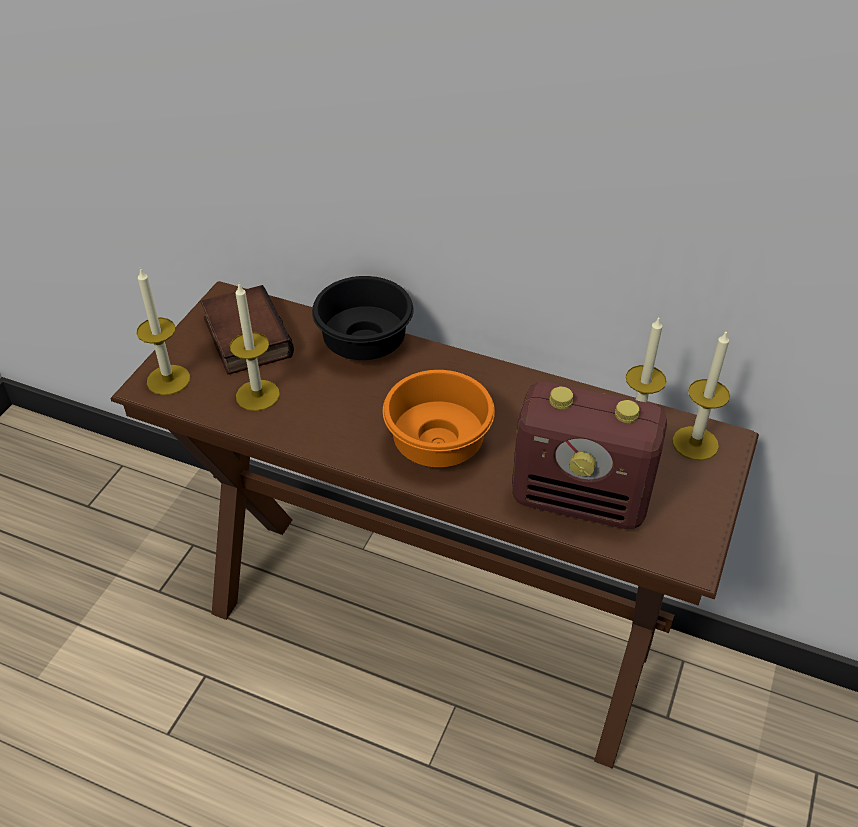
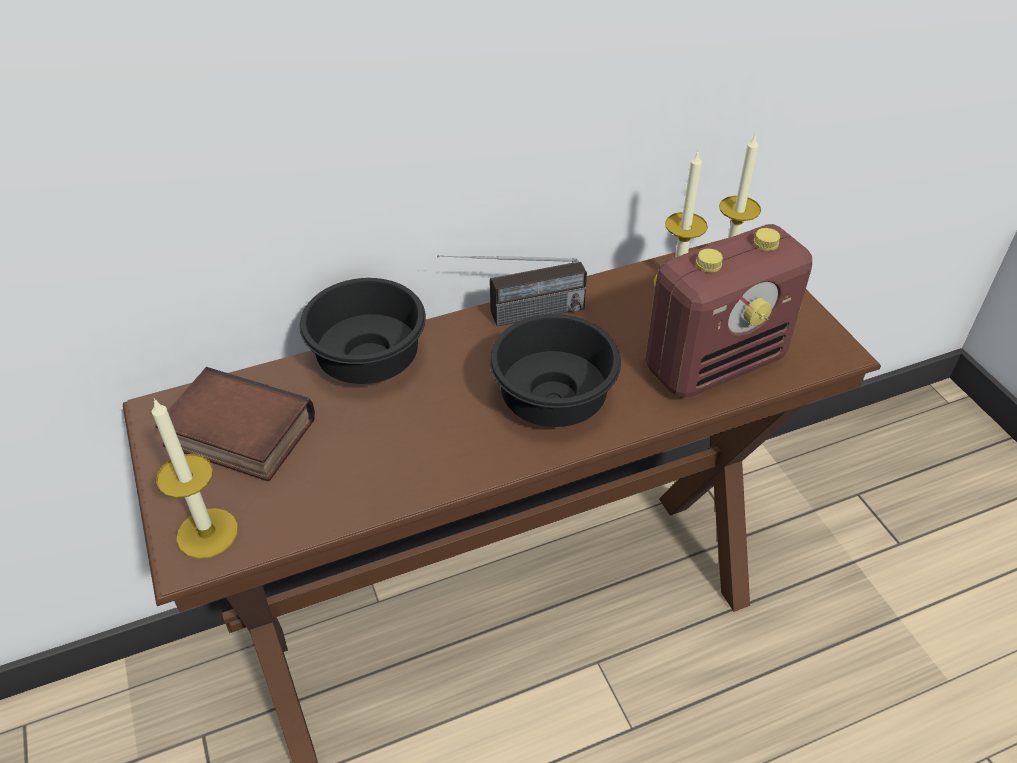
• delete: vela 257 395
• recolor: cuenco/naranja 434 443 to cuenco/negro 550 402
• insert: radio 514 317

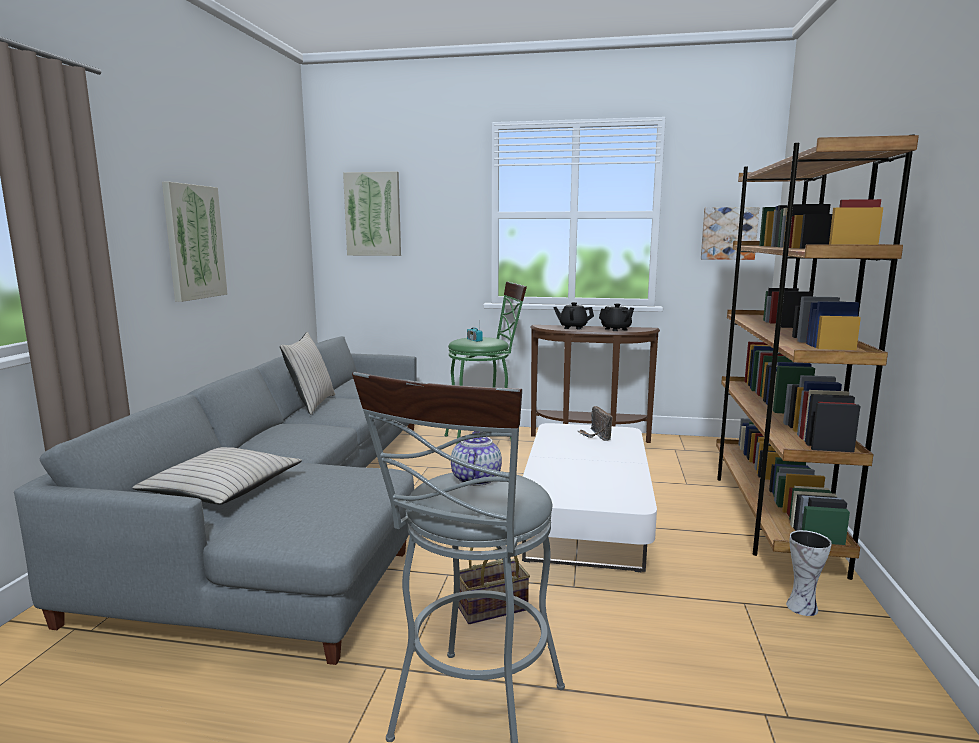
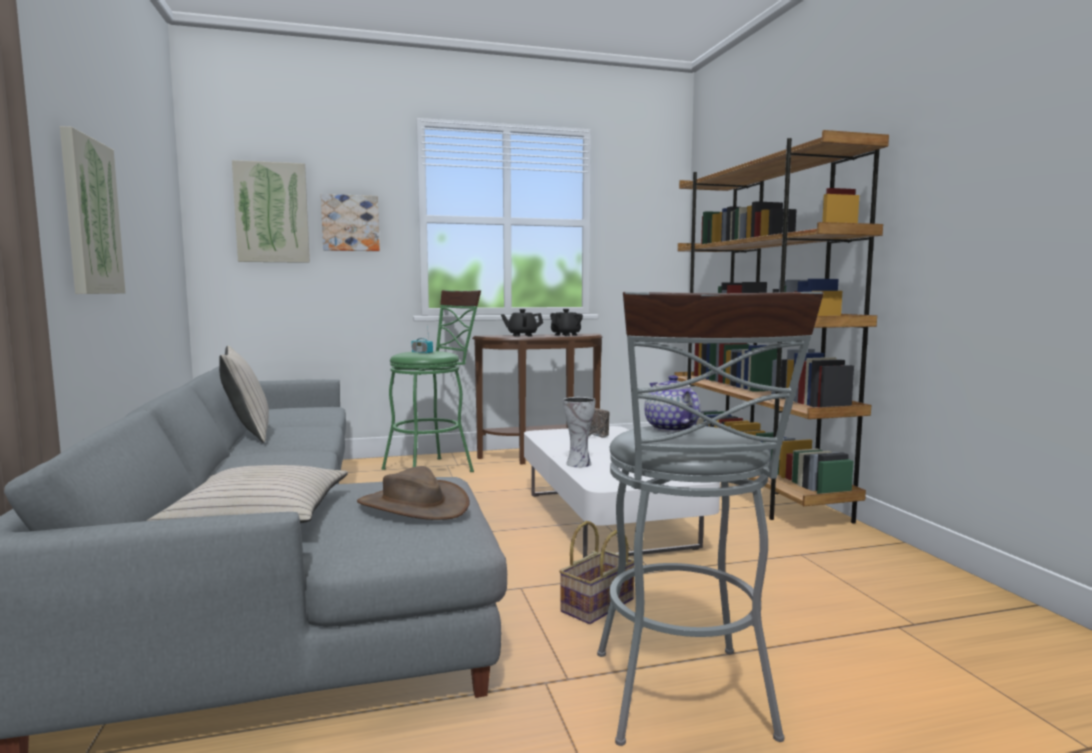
• move: cuadro 728 233 to 350 223
• move: florero 802 606 to 578 463
• insert: sombrero/marrón 413 506

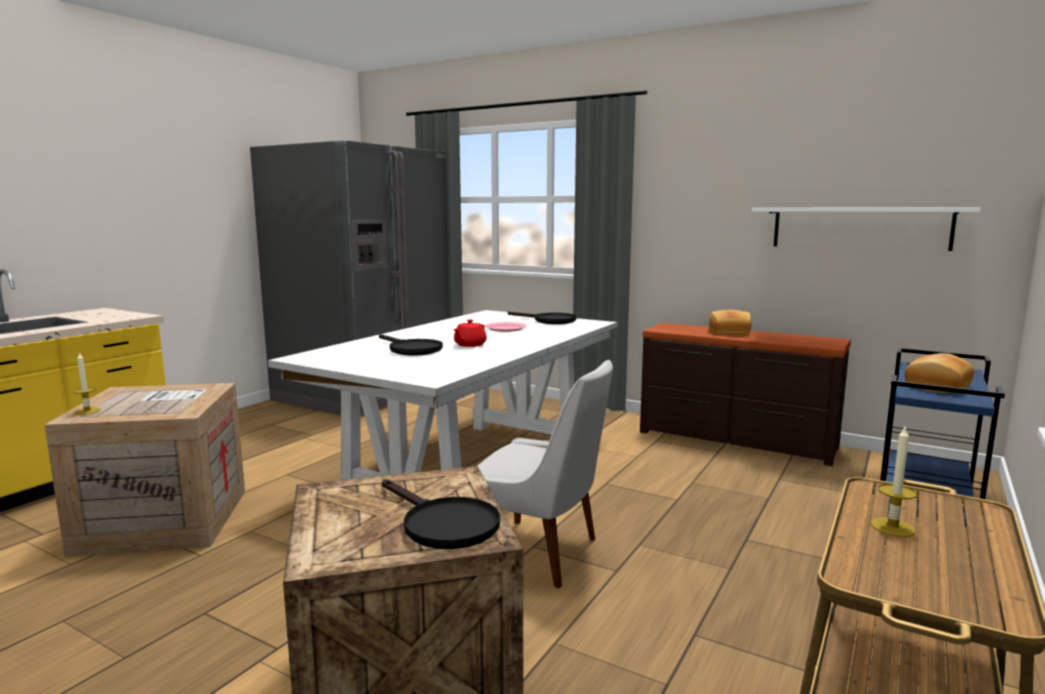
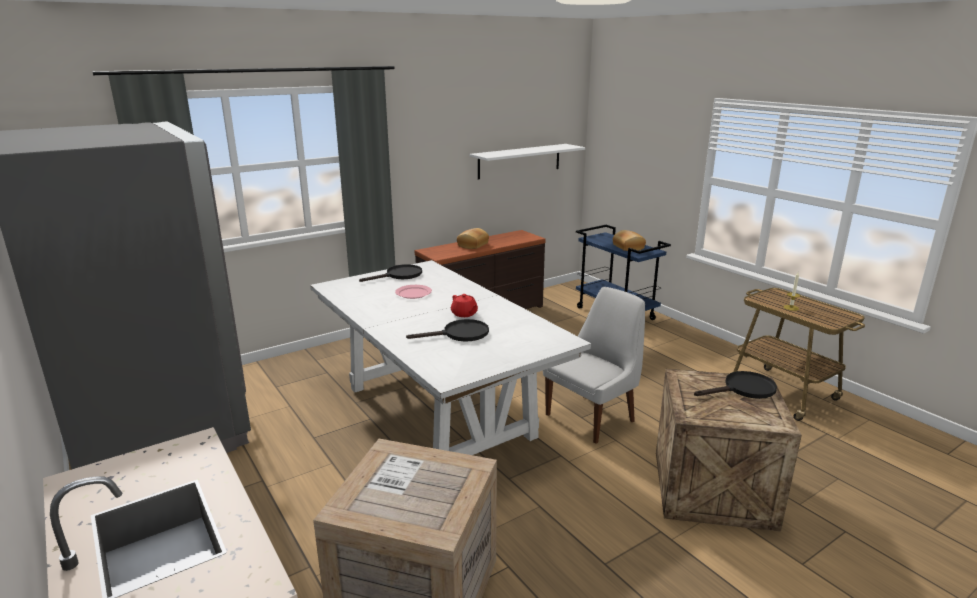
• delete: vela 87 411

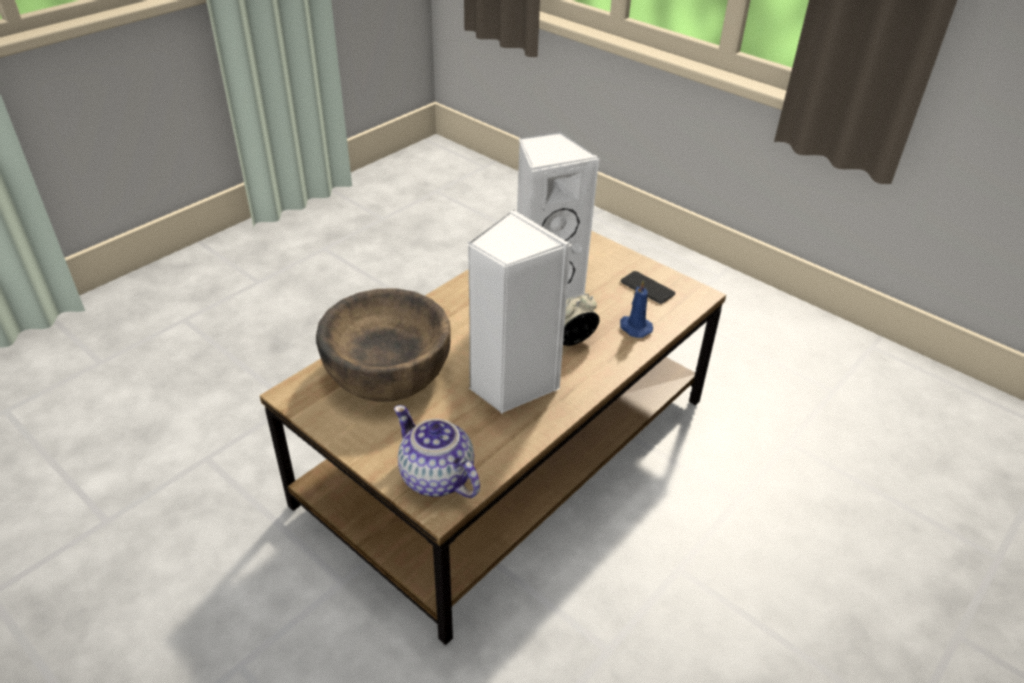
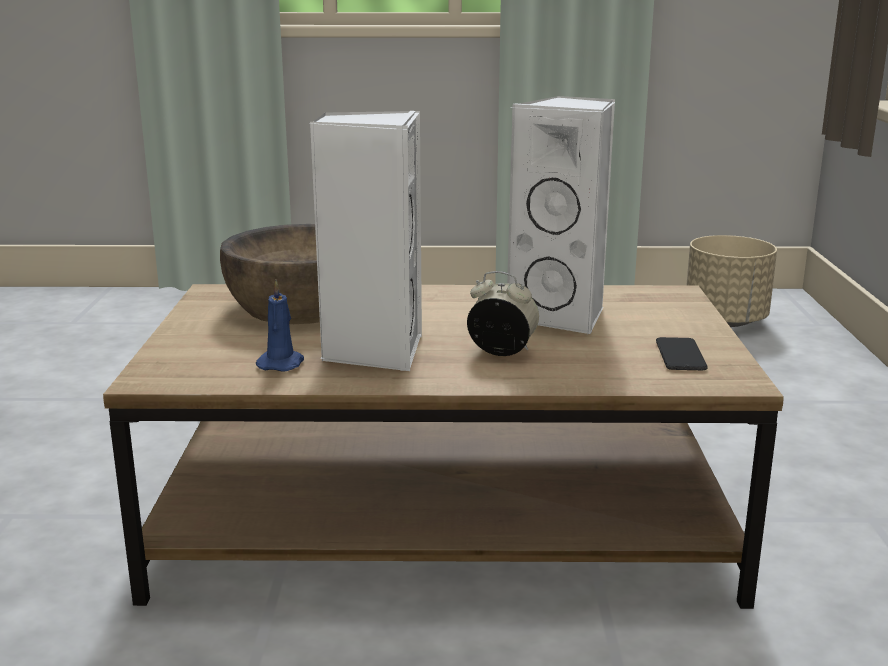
• delete: tetera 435 478
• move: vela/azul 634 327 to 281 363
• insert: maceta/beis 726 321

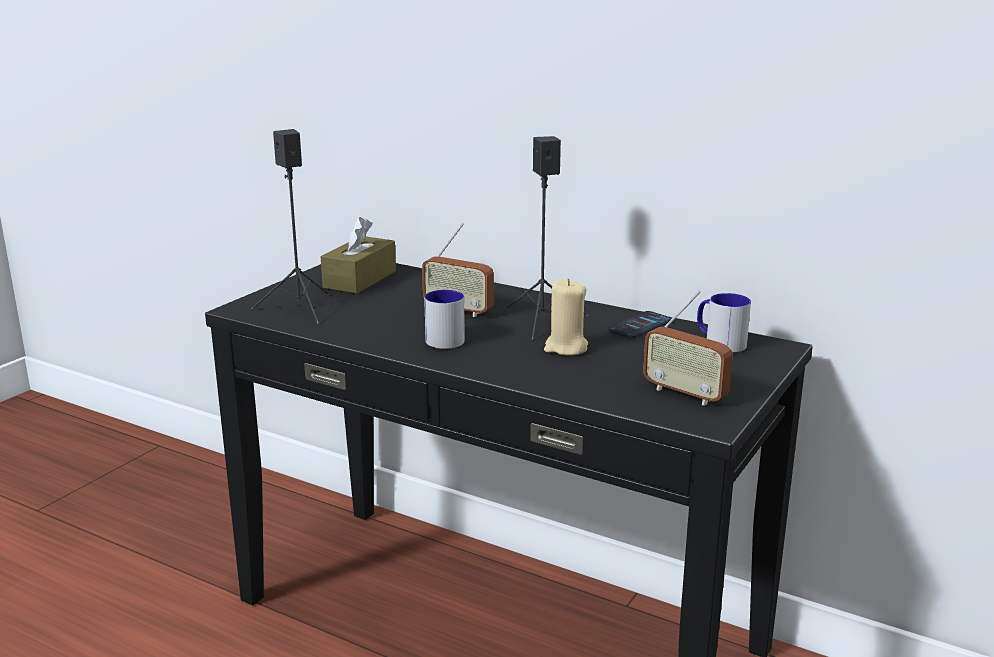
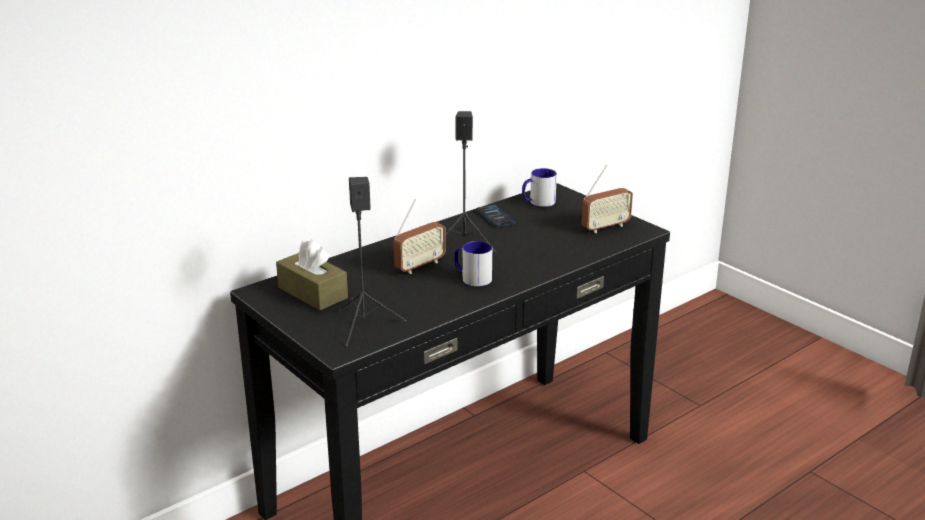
• delete: vela/beis 566 348

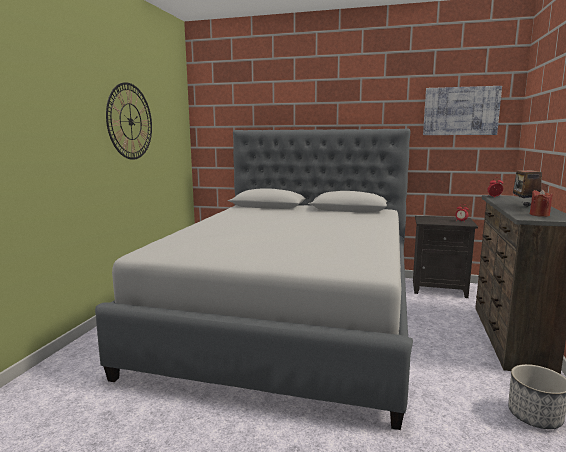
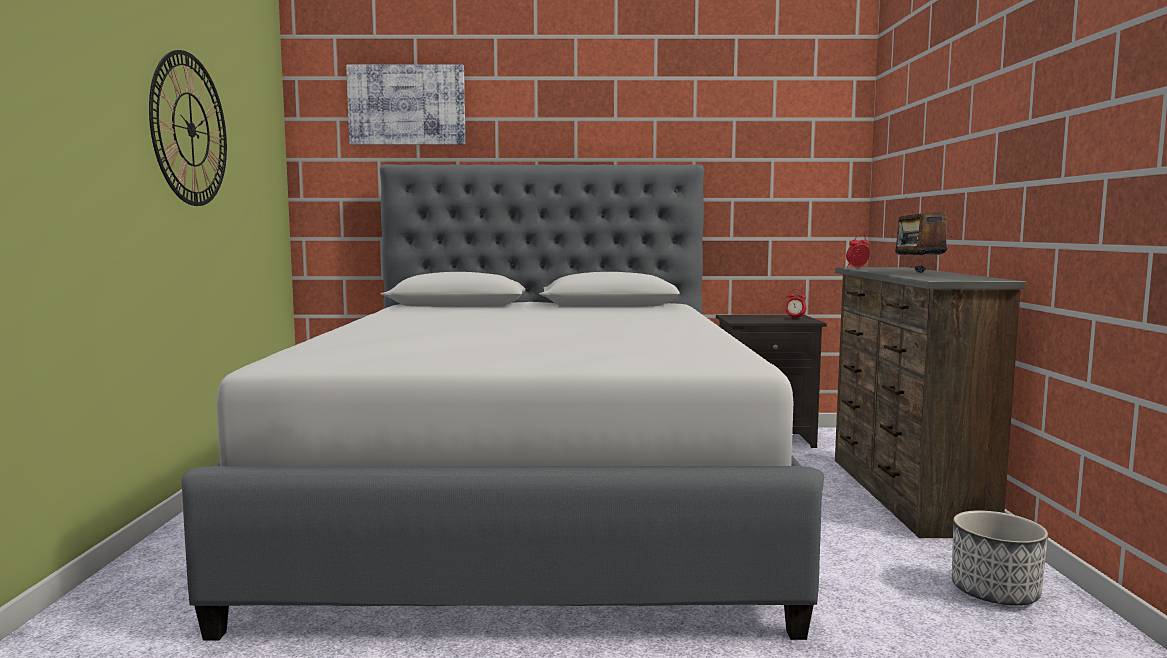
• move: cuadro 460 111 to 407 105
• delete: vela/rojo 539 215

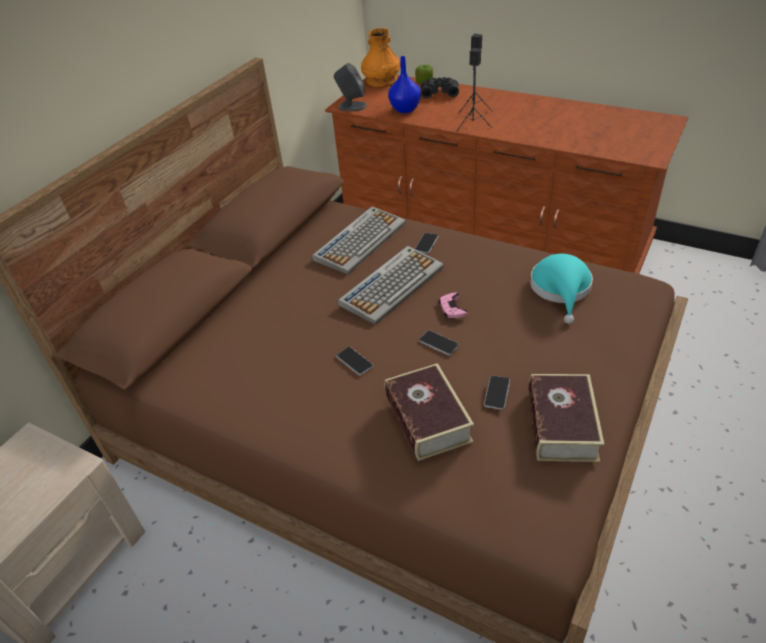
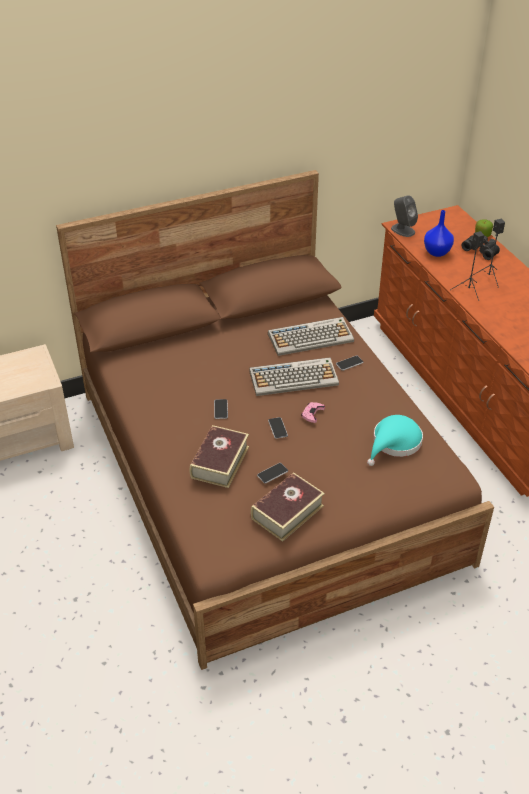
• delete: florero/naranja 381 80

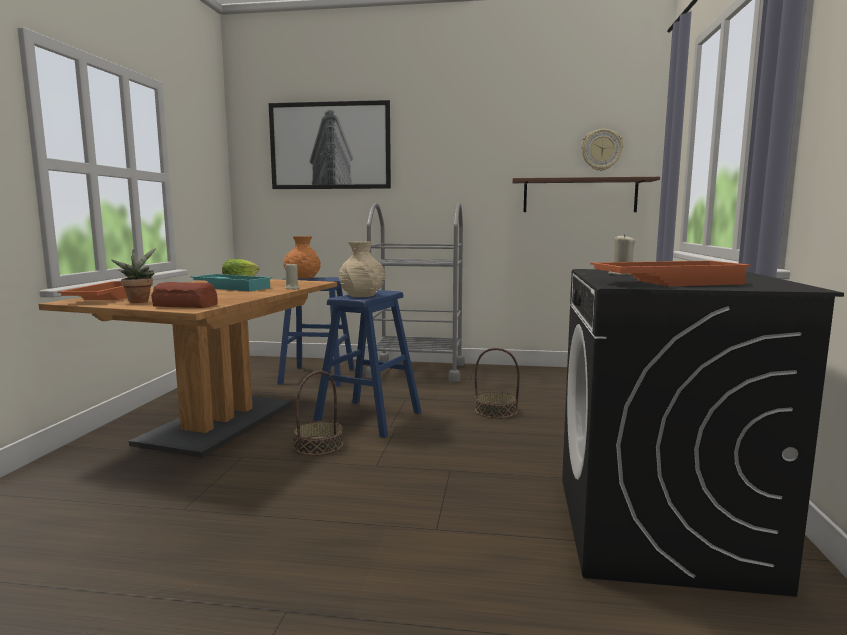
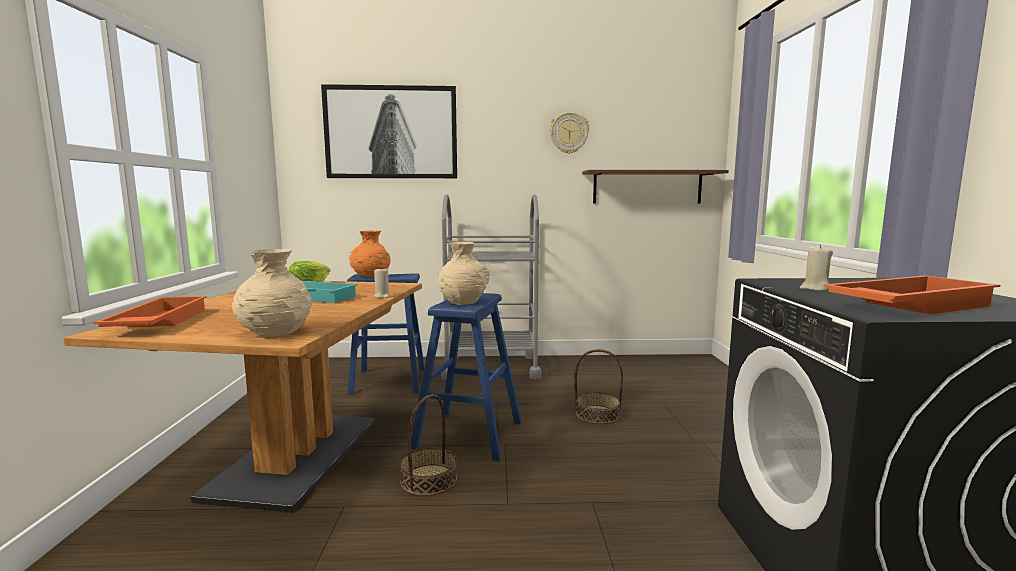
• delete: planta en maceta 139 301
• replace: pan 186 305 to florero/beis 275 333
• move: reloj de pared 601 150 to 569 133

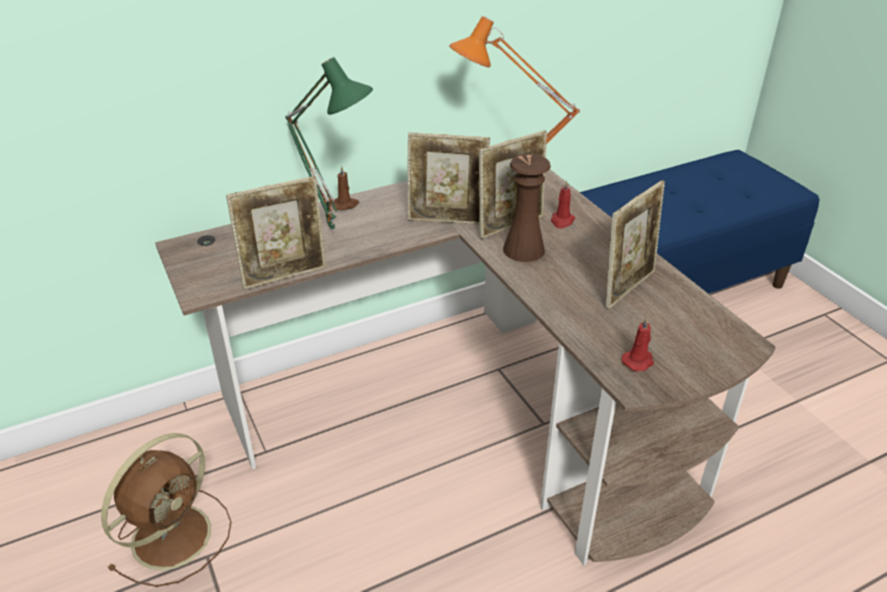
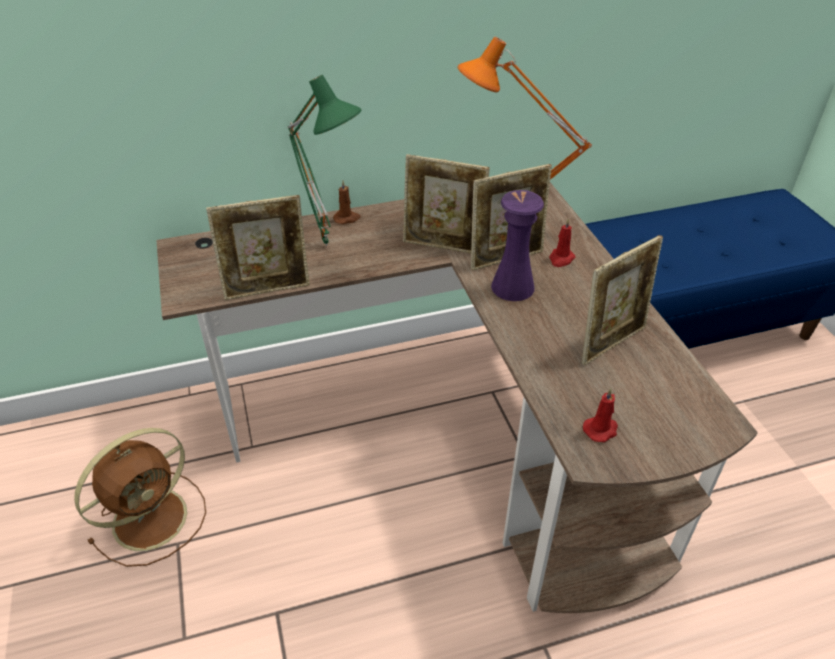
• recolor: florero/marrón 523 250 to florero/morado 512 287

